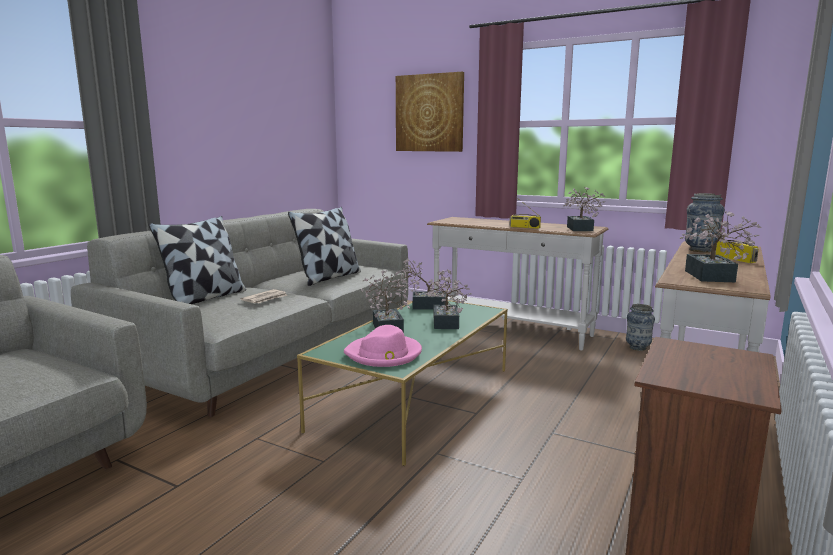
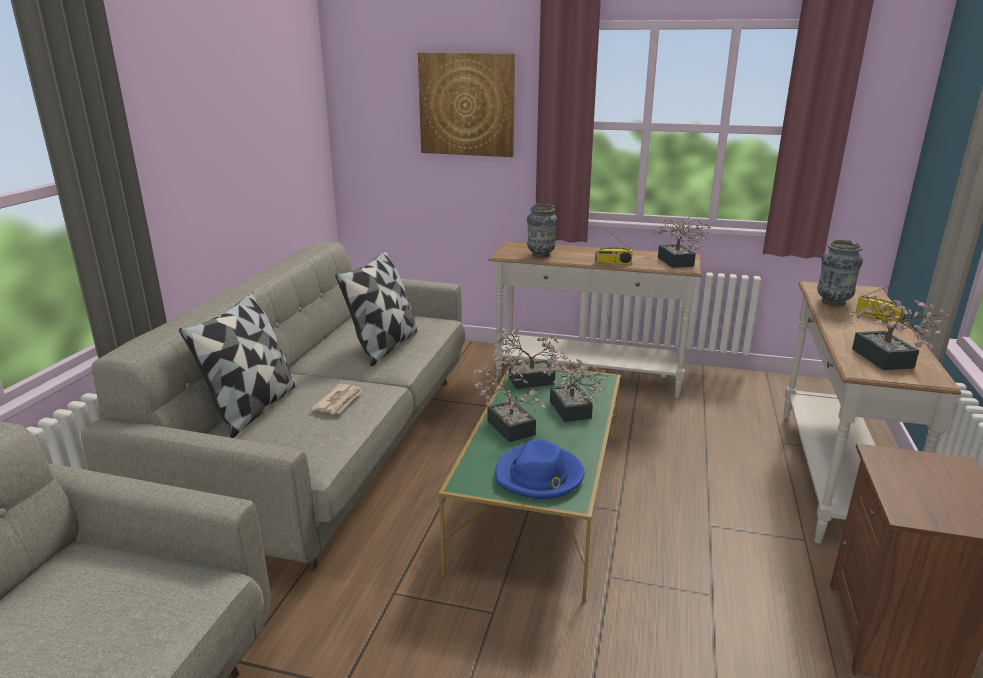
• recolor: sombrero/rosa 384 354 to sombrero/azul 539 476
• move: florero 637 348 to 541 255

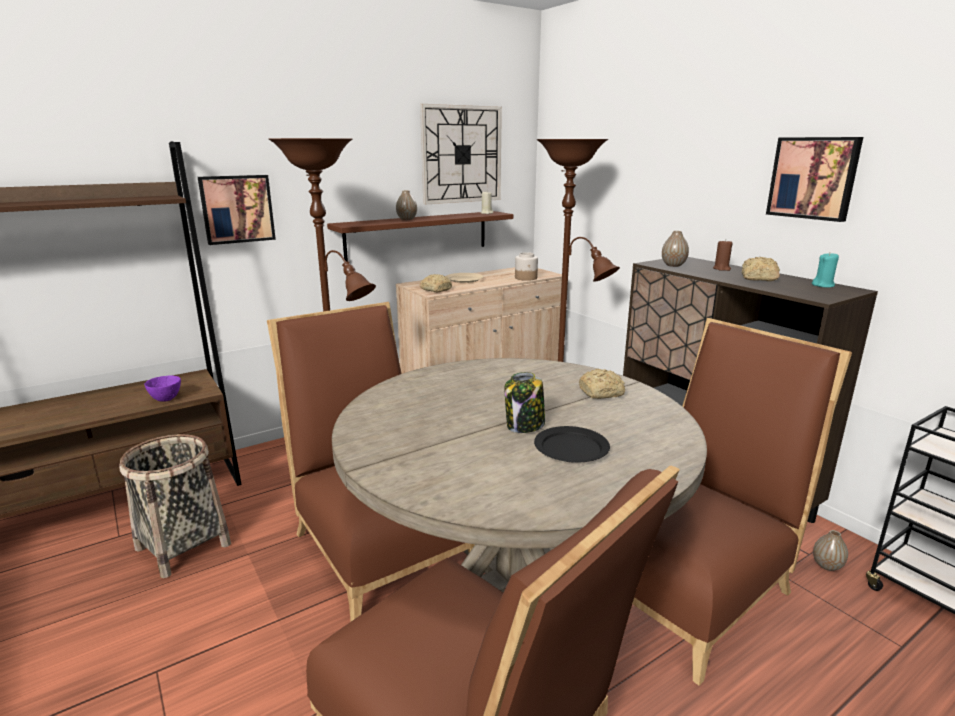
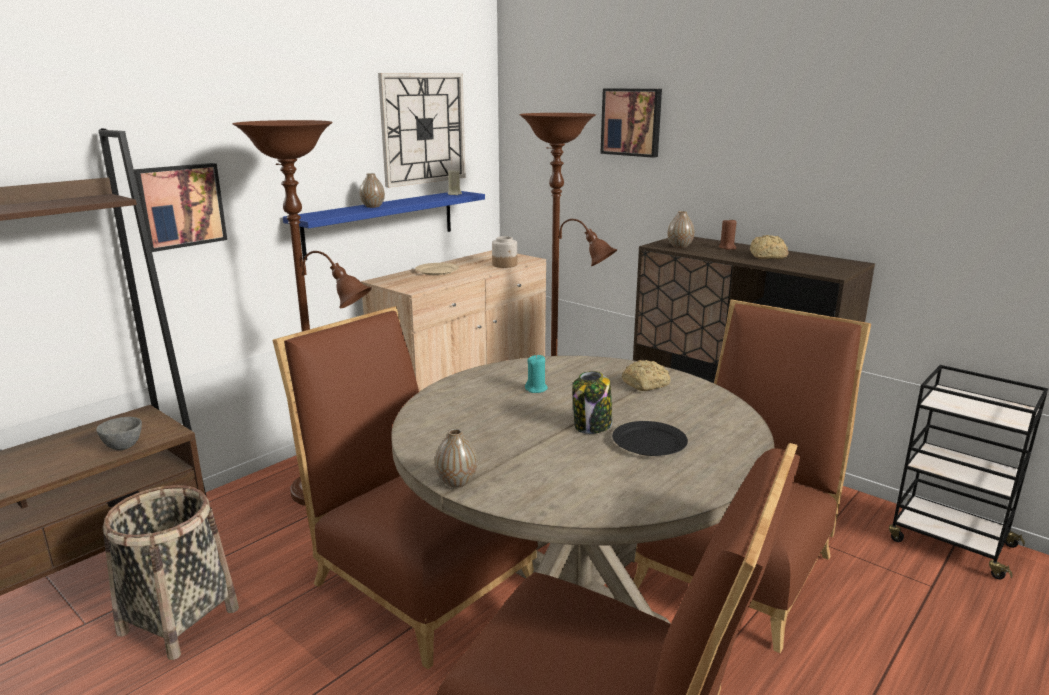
• recolor: cuenco/morado 165 399 to cuenco/gris 122 447
• recolor: estante/marrón 418 235 to estante/azul 381 223
• delete: pan 435 289
• move: cuadro 813 178 to 632 122
• move: vela/turquesa 823 285 to 536 389
• move: florero 827 565 to 456 482

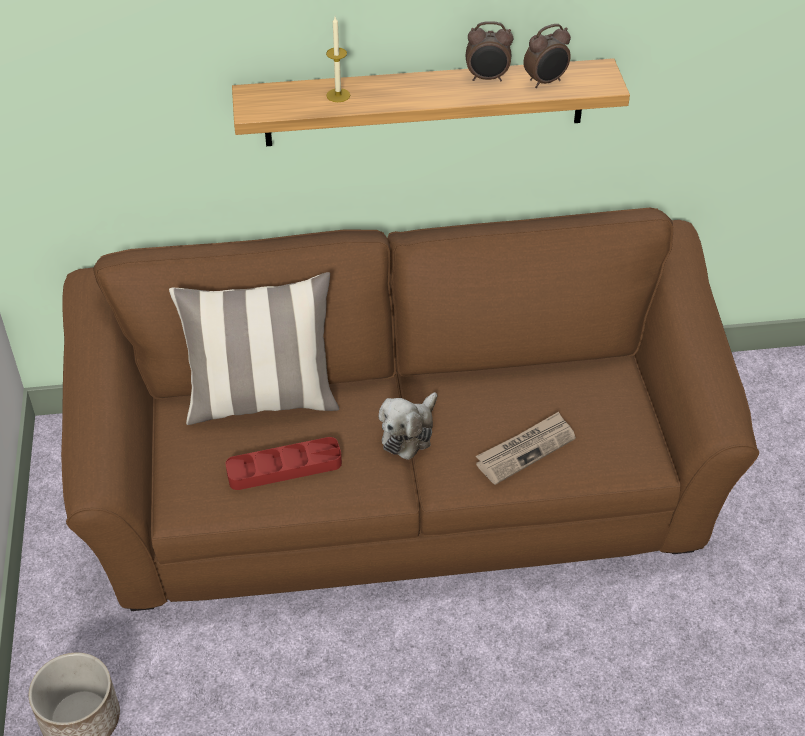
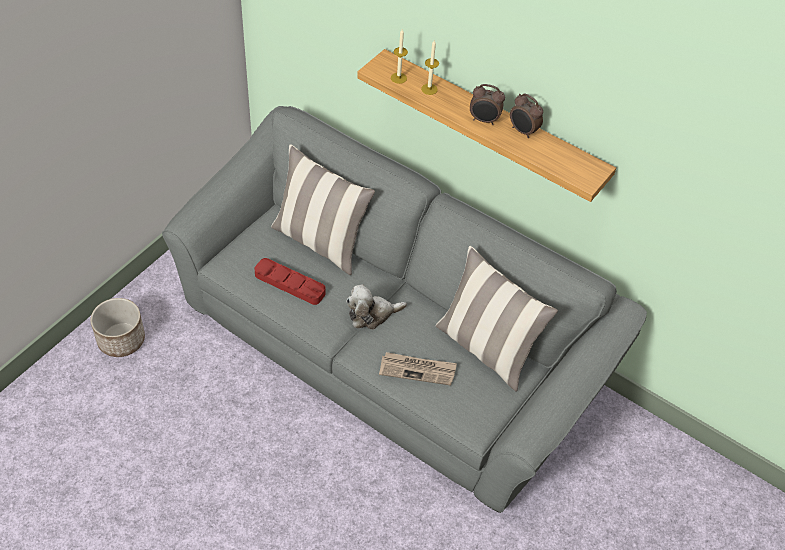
• recolor: sofá/marrón 402 485 to sofá/gris 387 349
• move: despertador 545 82 to 484 120
• insert: vela 398 78
• insert: cojín 487 348

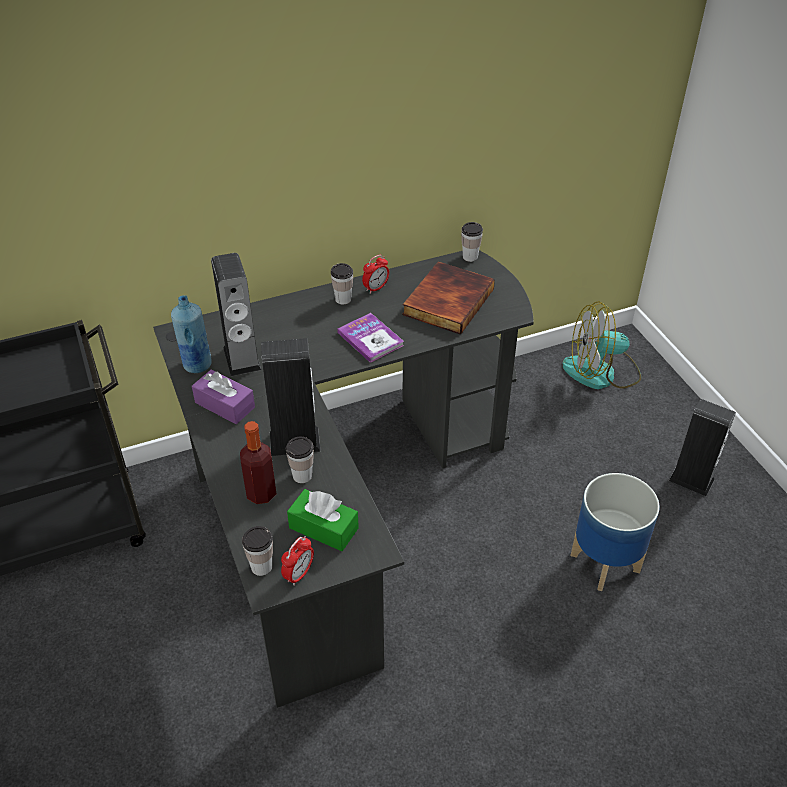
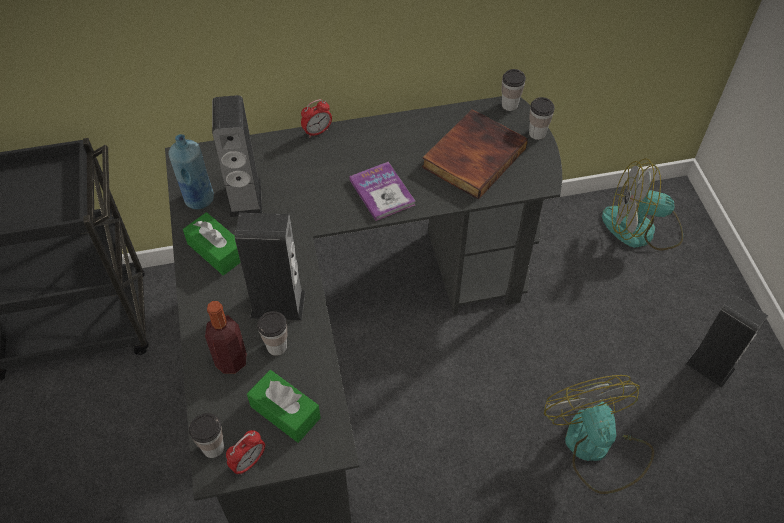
• recolor: caja de pañuelos/morado 225 405 to caja de pañuelos/verde 216 251
• move: taza 343 299 to 537 133
• move: despertador 375 288 to 317 131
• replace: maceta 604 563 to ventilador 597 446

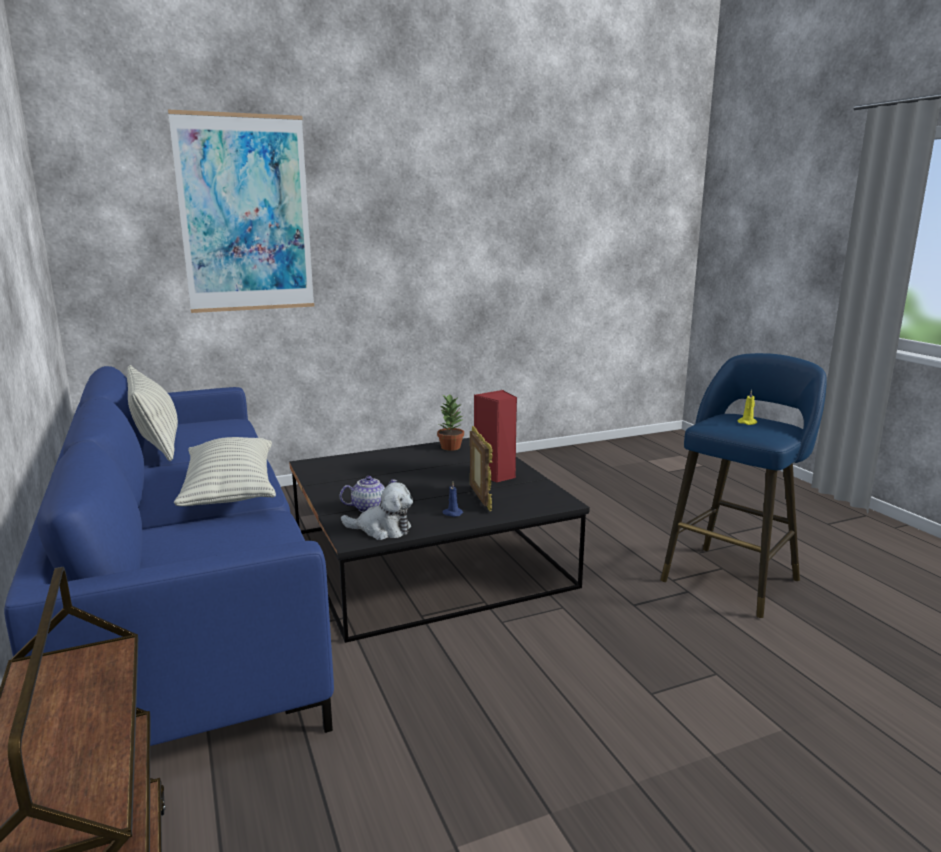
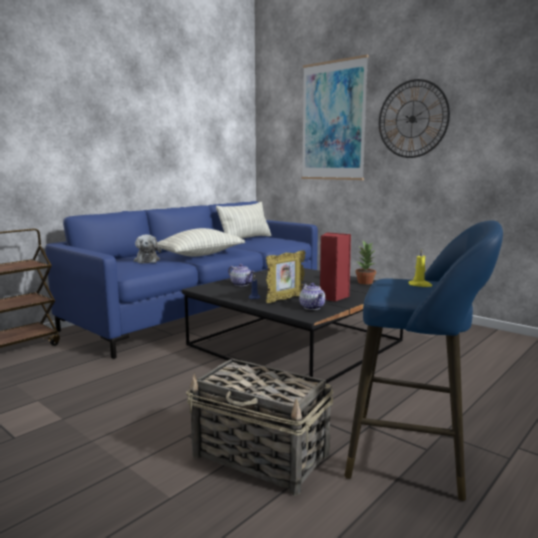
• move: peluche 382 529 to 147 260
• insert: cesta 262 456
• insert: tetera 312 307
• insert: reloj de pared 412 119

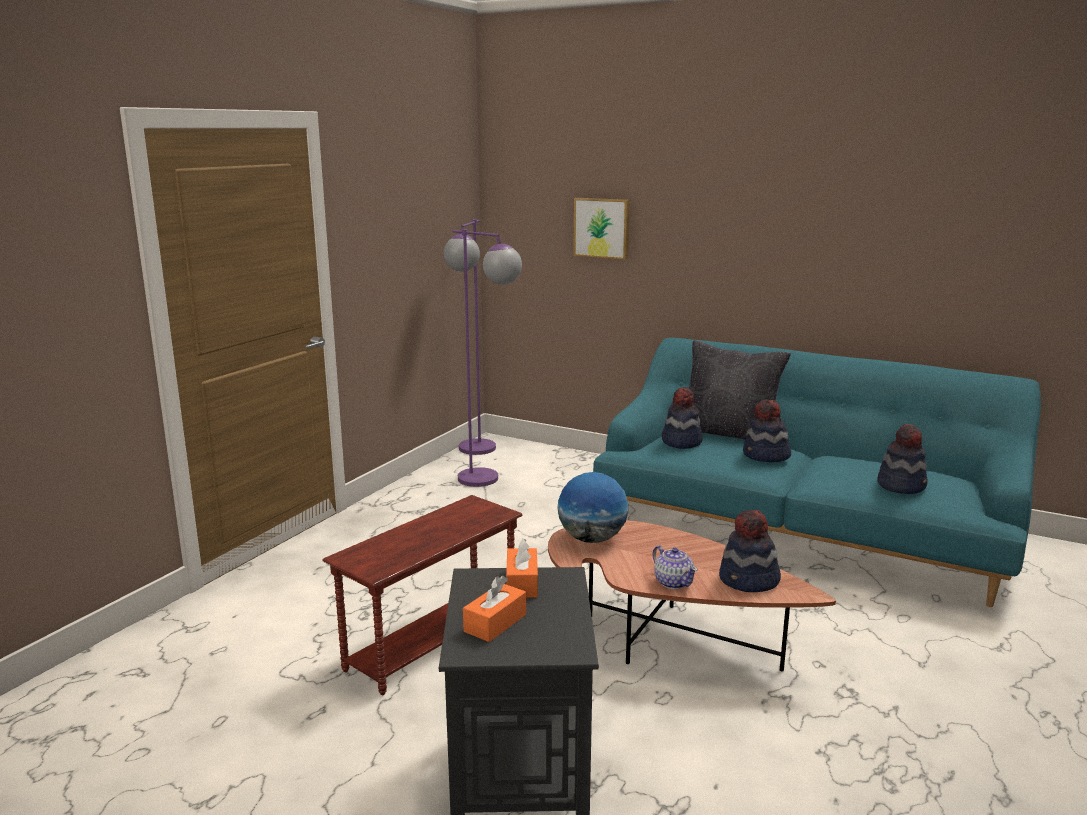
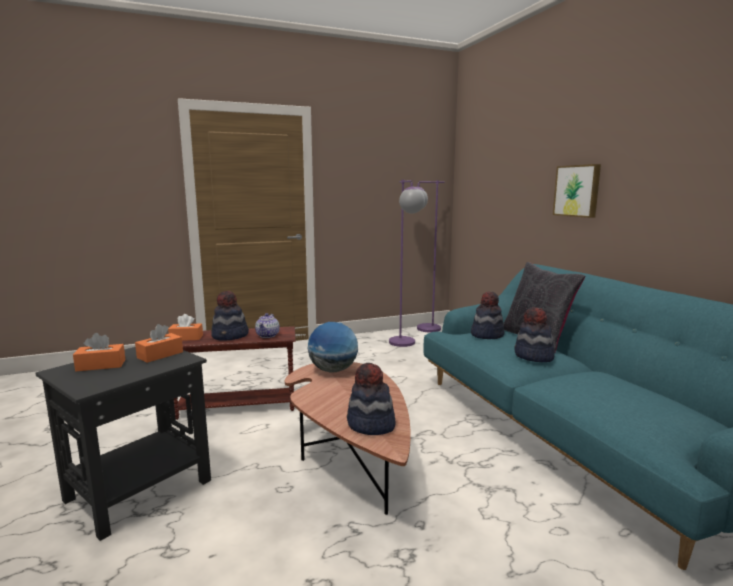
• move: cuadro 602 227 to 577 191
• move: tetera 673 582 to 268 335
• move: sombrero 901 485 to 230 336
• insert: caja de pañuelos/naranja 186 338

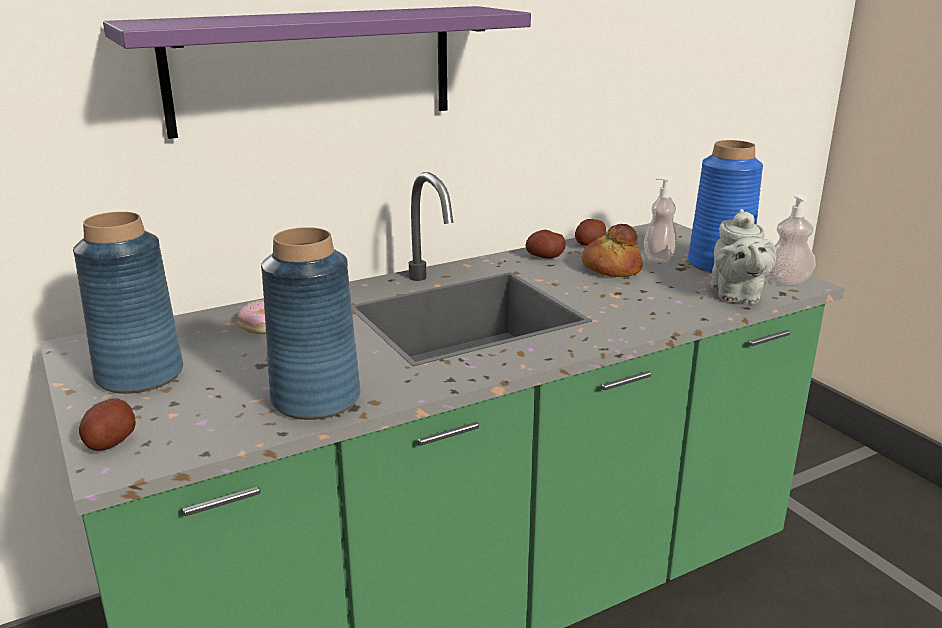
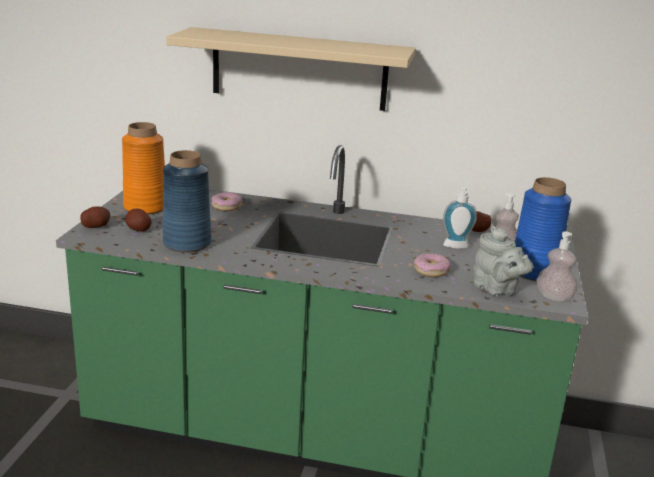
• recolor: florero/azul 140 375 to florero/naranja 145 207
• recolor: estante/morado 313 69 to estante/beis 299 69
• move: patata 545 257 to 138 229
• replace: pan 611 268 to dispensador de jabón 456 247
• rotate: tetera/gris 736 296 = 497 290 75 degrees counterclockwise
• insert: rosquilla 431 270

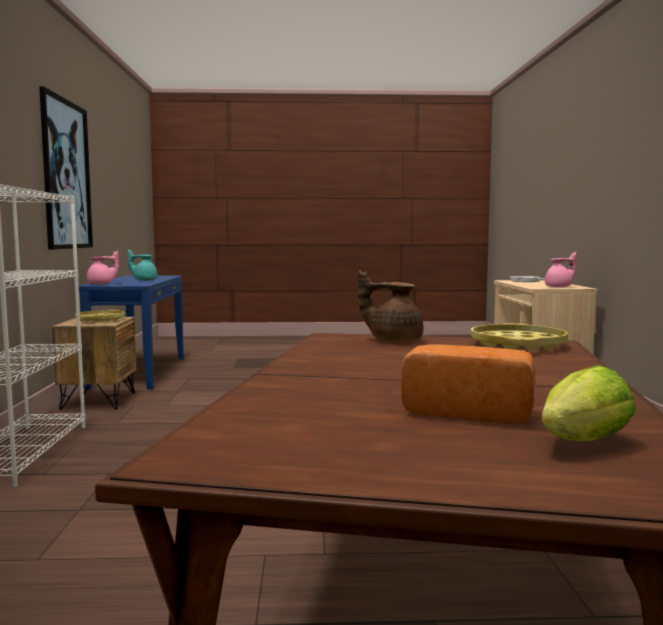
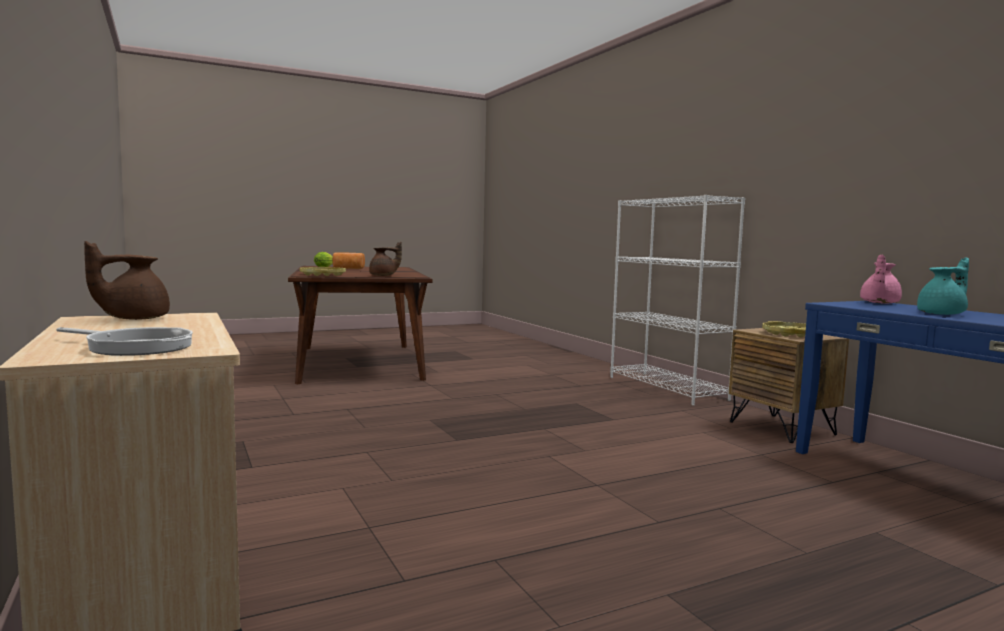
• delete: cuadro 66 175
• recolor: tetera/rosa 559 287 to tetera/marrón 133 318

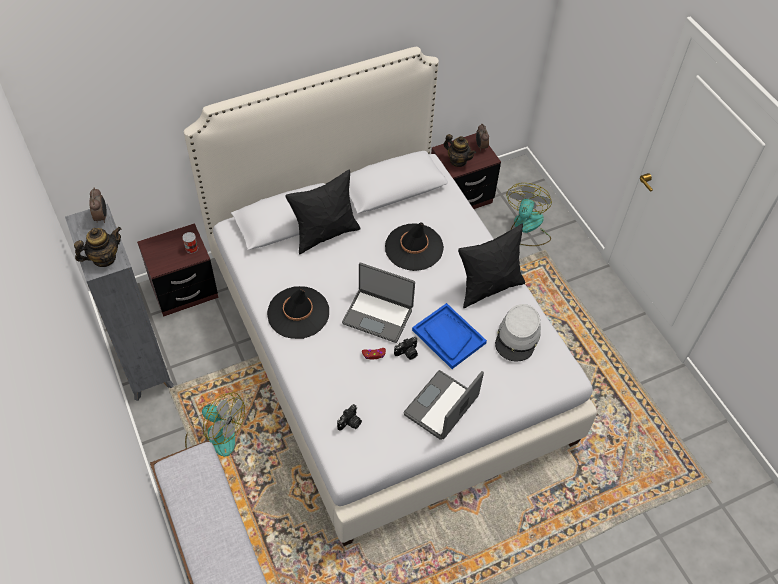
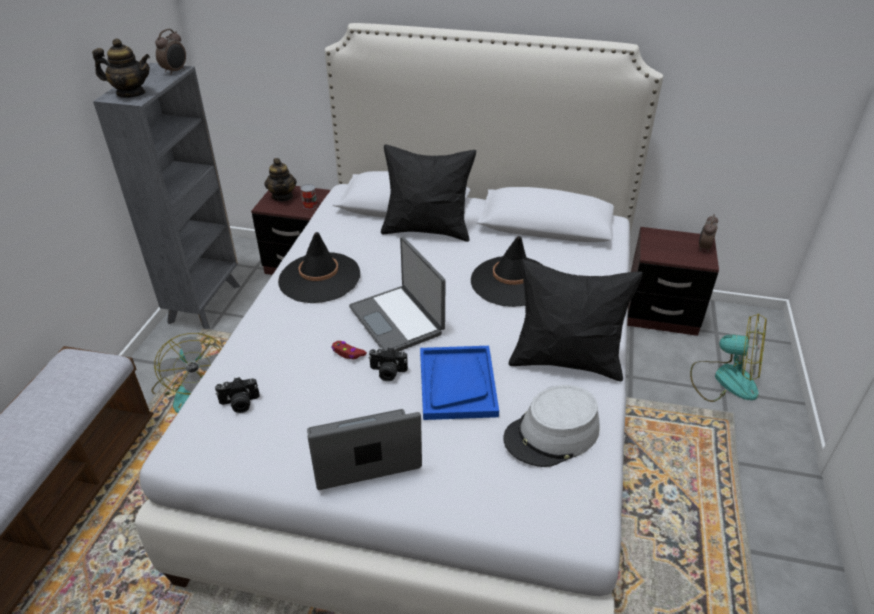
• move: tetera 458 161 to 283 196
• rotate: ventilador 526 228 = 724 379 60 degrees clockwise

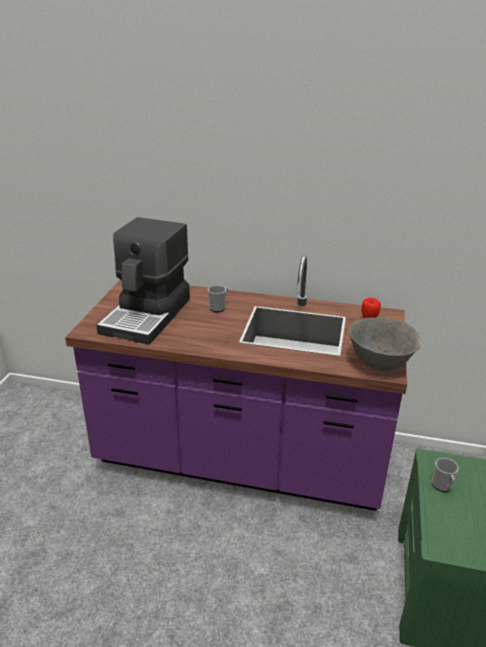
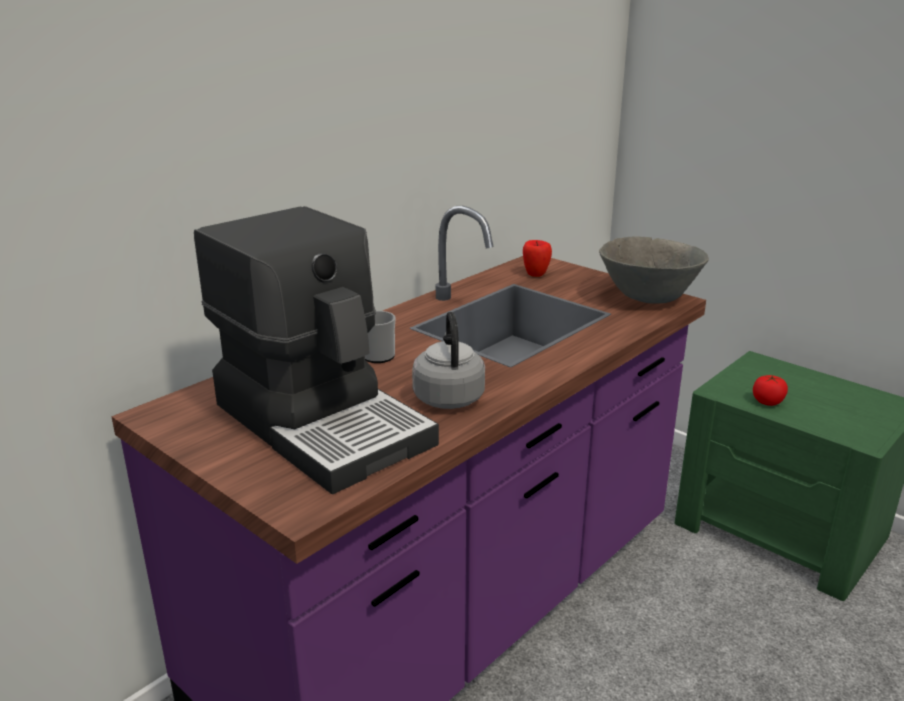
• replace: taza grande 443 486 to tomate 767 402
• insert: hervidor/gris 448 396

